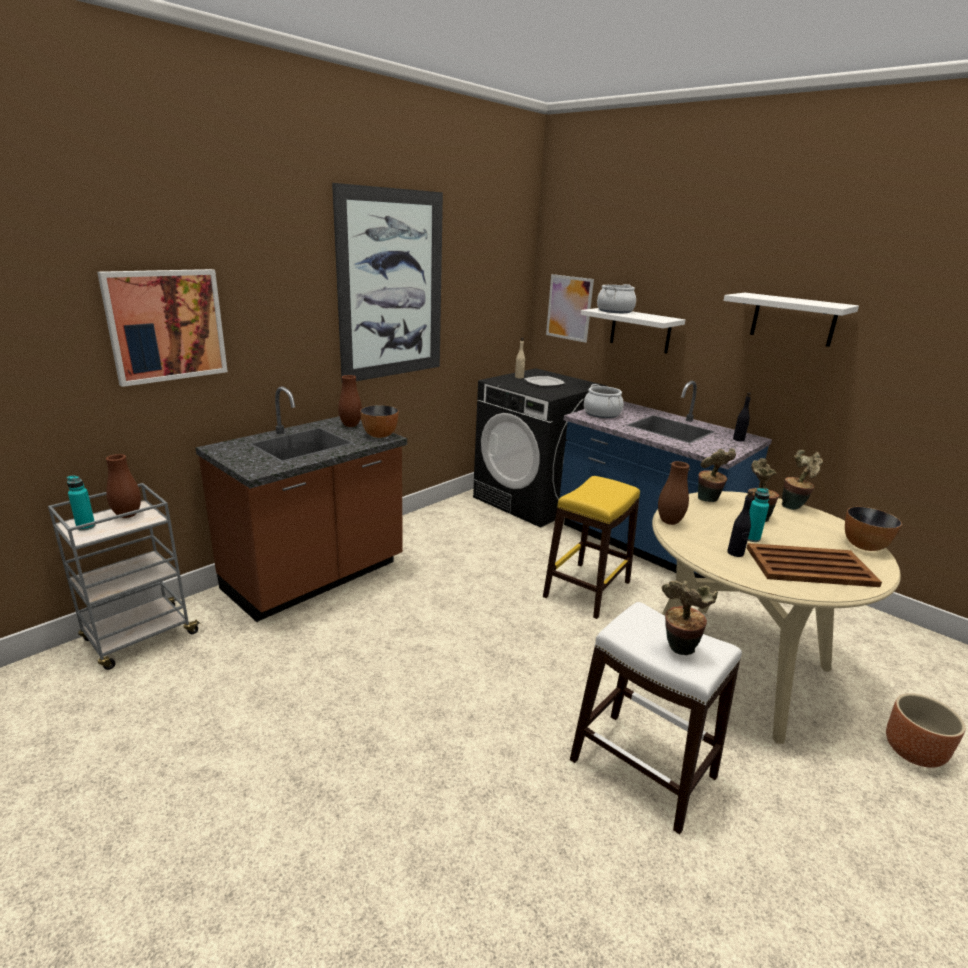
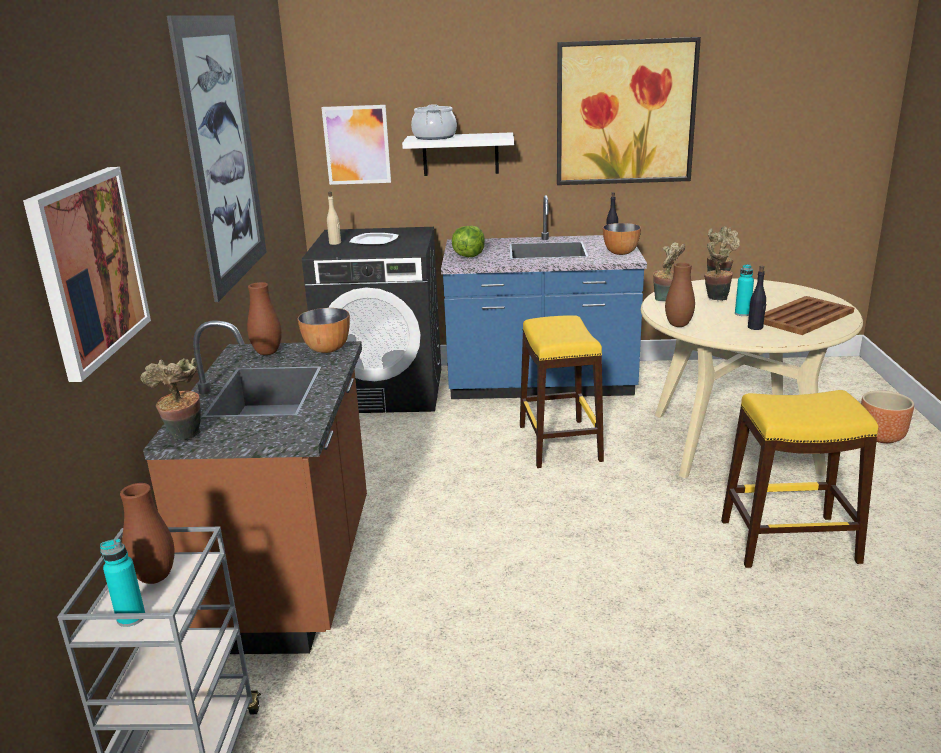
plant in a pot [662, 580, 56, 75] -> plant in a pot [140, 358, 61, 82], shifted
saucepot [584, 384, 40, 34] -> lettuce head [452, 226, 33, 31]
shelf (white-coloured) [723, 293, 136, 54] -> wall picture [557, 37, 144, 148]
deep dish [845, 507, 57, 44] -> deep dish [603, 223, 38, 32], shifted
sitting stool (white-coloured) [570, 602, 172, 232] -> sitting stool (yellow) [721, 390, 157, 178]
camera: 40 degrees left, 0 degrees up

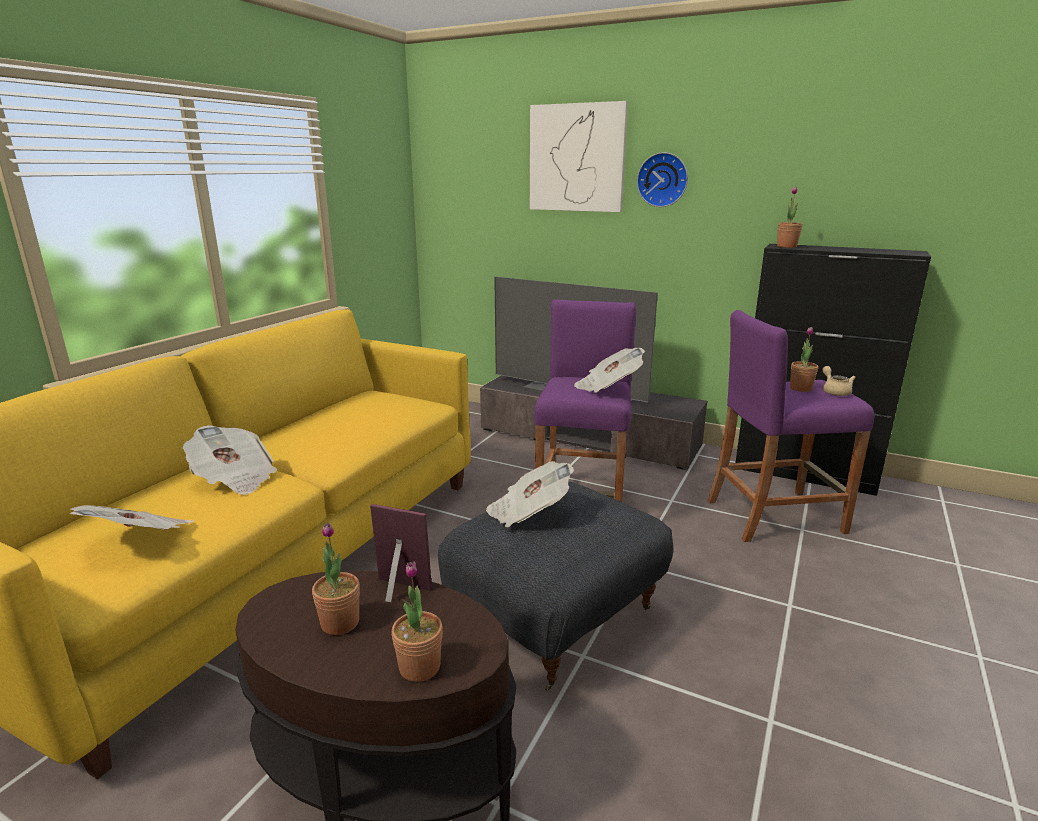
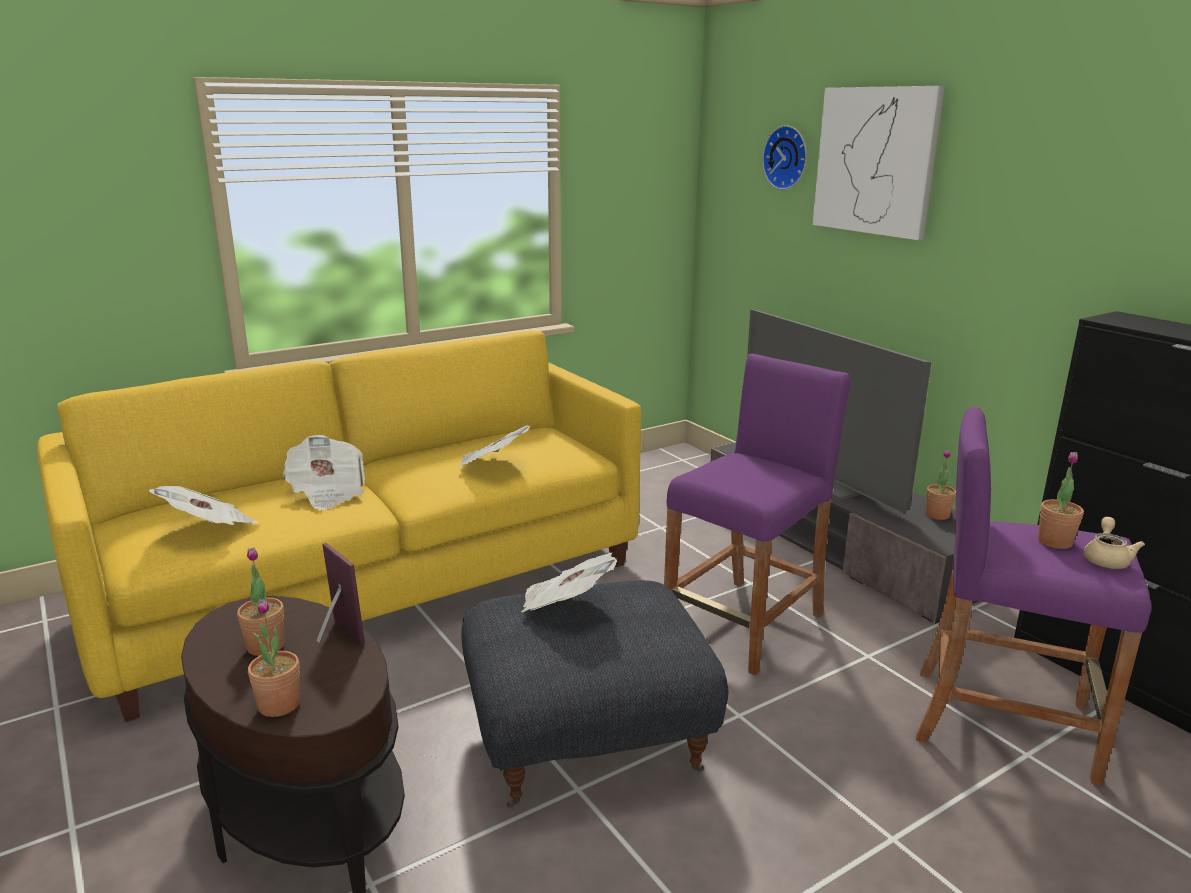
printed paper [574, 348, 71, 45] -> printed paper [457, 425, 73, 43], shifted
clock on the wall [637, 152, 51, 55] -> clock on the wall [762, 125, 45, 65], shifted
plant in a pot [777, 187, 26, 61] -> plant in a pot [926, 450, 30, 70], shifted
camera: 30 degrees right, 0 degrees up

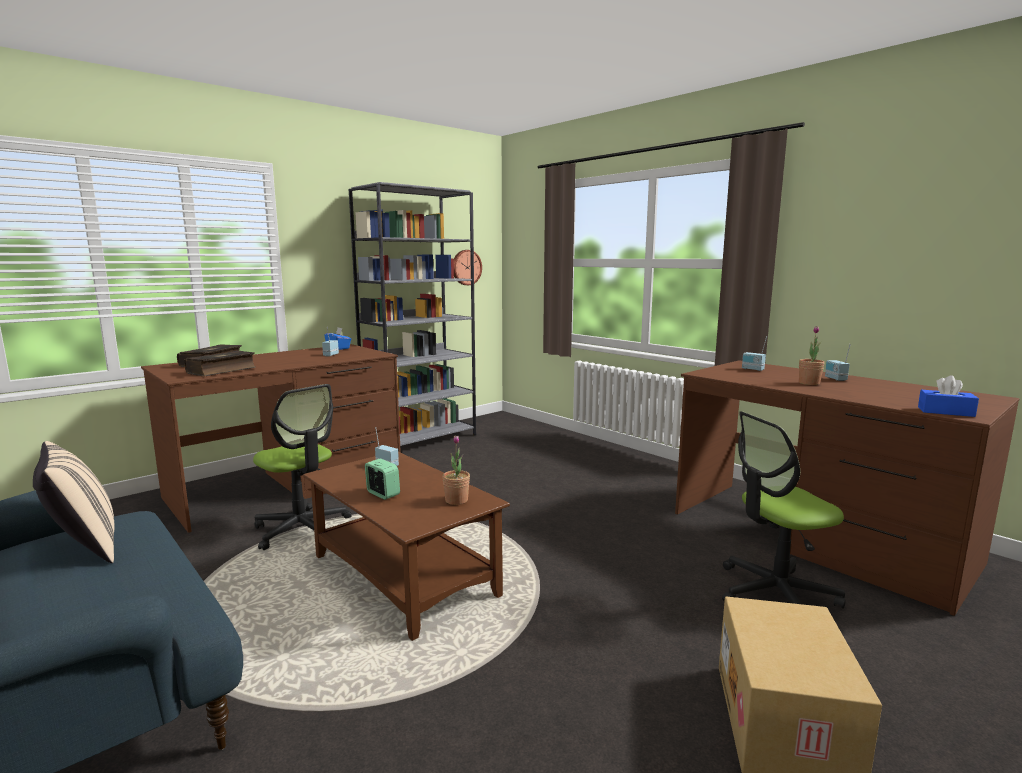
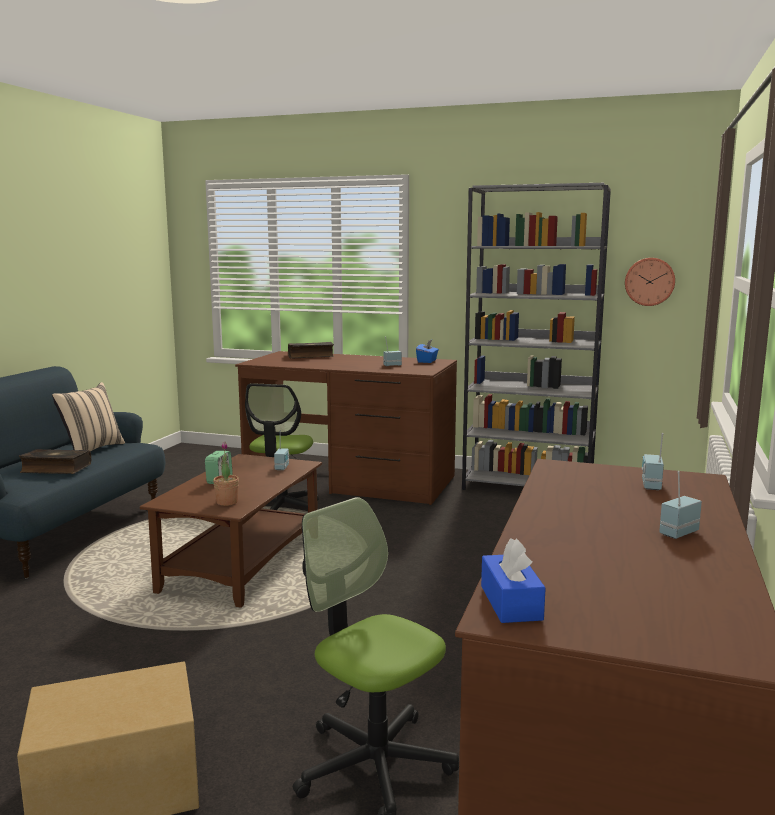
book [184, 351, 72, 25] -> book [19, 449, 72, 25], shifted
plant in a pot [799, 326, 26, 59] -> none
camera: 60 degrees right, 0 degrees up

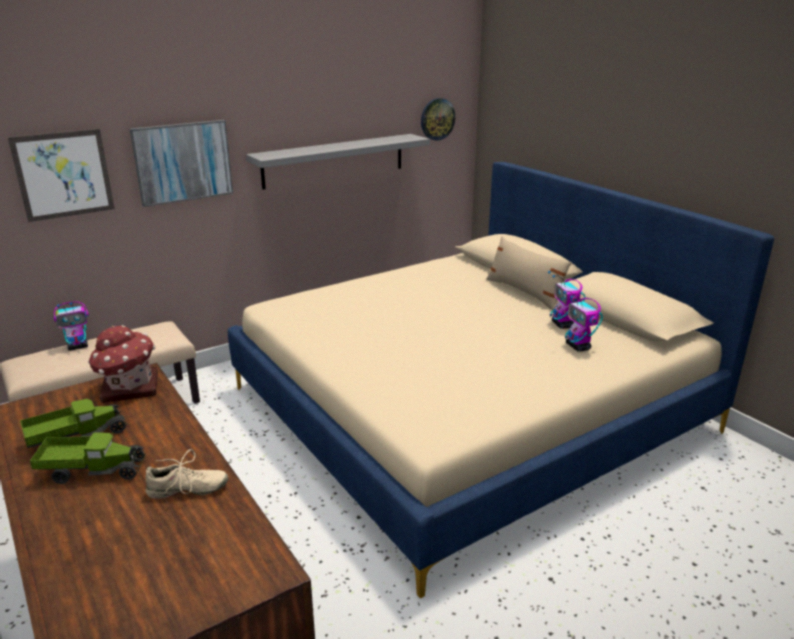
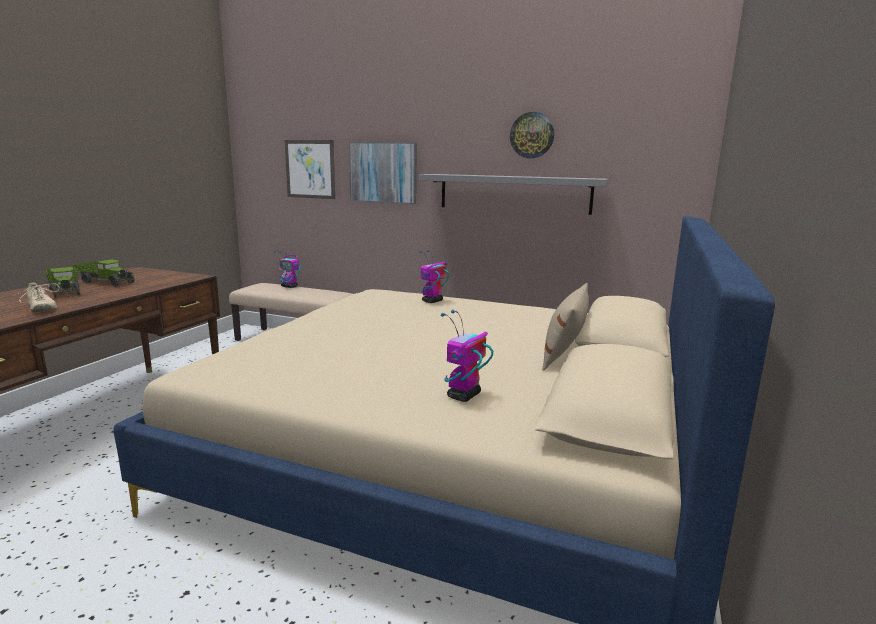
toy robot [548, 271, 38, 58] -> toy robot [419, 250, 30, 53], shifted
clock on the wall [421, 98, 34, 43] -> clock on the wall [510, 112, 44, 46], shifted
toy house [88, 325, 70, 78] -> none
camera: 55 degrees right, 10 degrees down

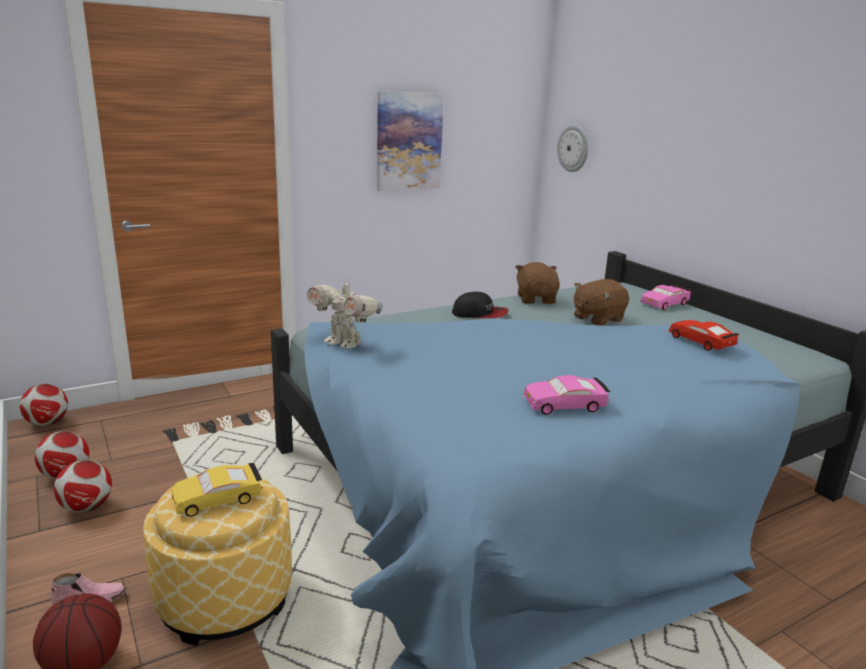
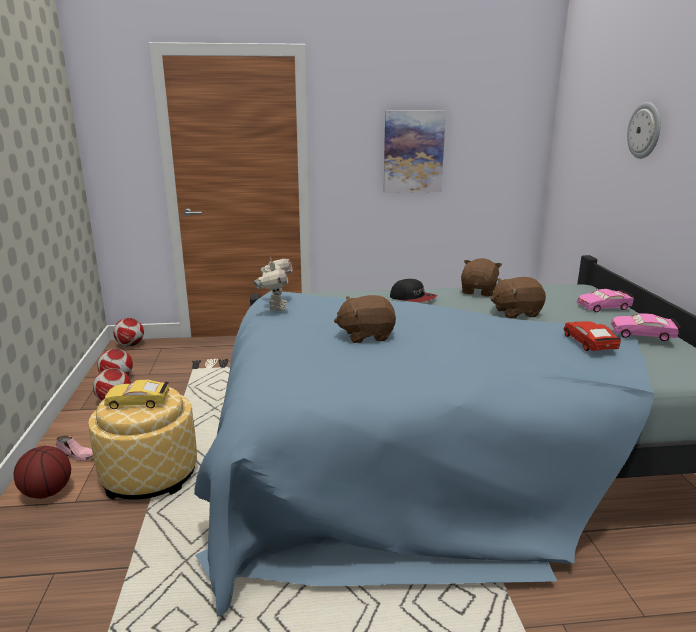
toy robot [307, 277, 76, 72] -> toy robot [254, 257, 39, 54], 150 degrees counterclockwise
none -> soft toy (brown-coloured) [334, 295, 62, 48]
model car (pinkish) [523, 375, 88, 40] -> model car (pinkish) [611, 313, 69, 28], shifted
clock on the wall [557, 125, 31, 47] -> clock on the wall [627, 102, 34, 57], shifted
camera: 25 degrees right, 0 degrees up

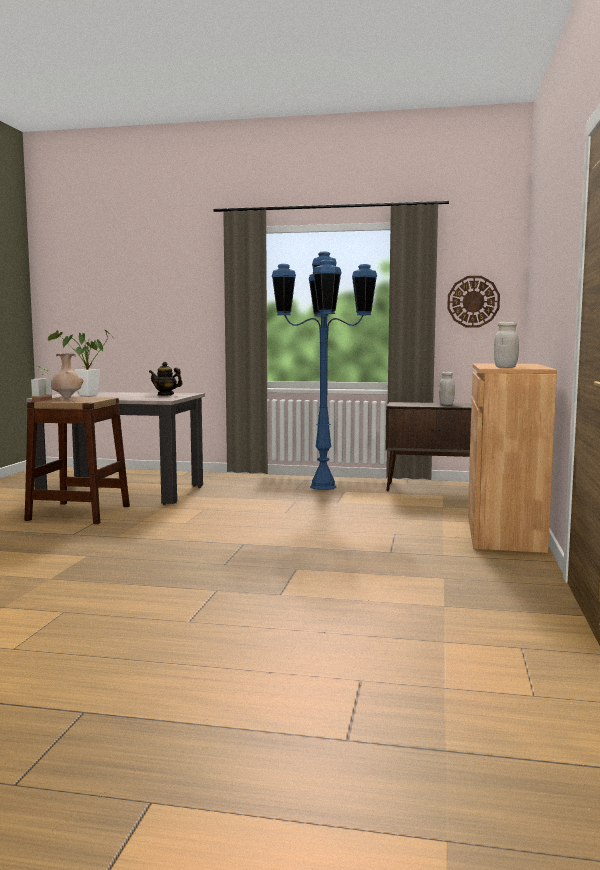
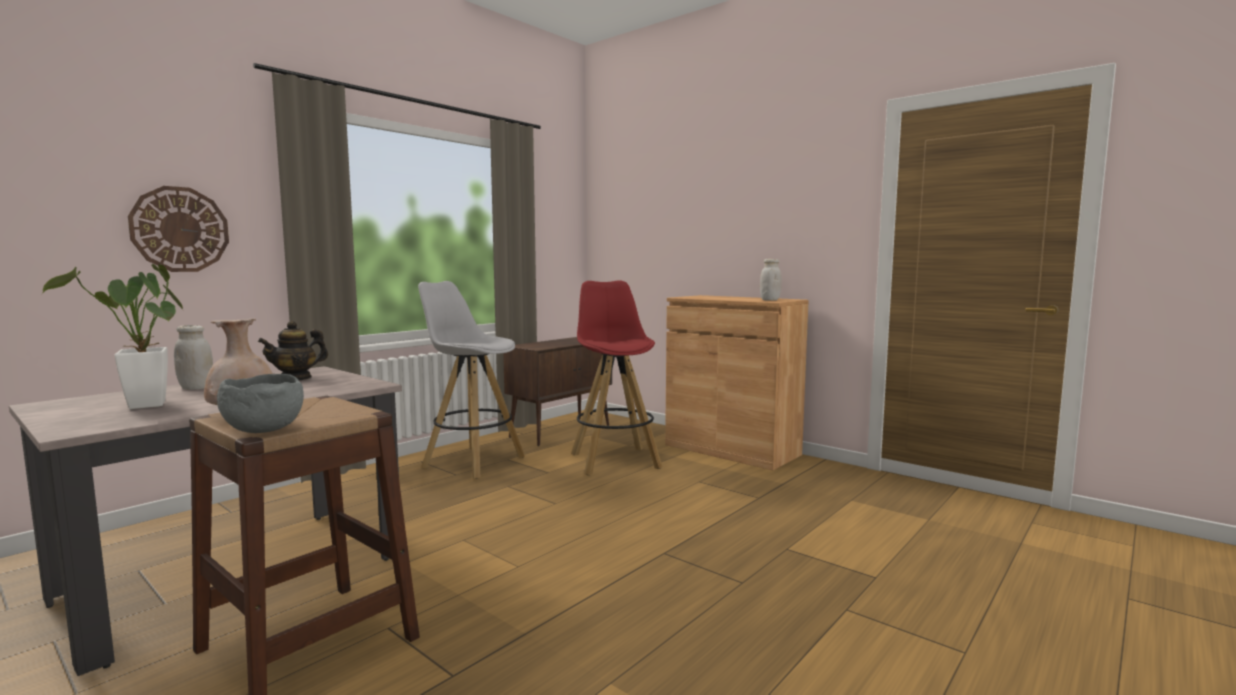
clock on the wall [447, 276, 53, 51] -> clock on the wall [128, 186, 101, 86], shifted
storage jar (white-coloured) [439, 372, 16, 33] -> storage jar (white-coloured) [174, 325, 39, 65], shifted
plant in a pot [31, 366, 21, 36] -> deep dish (grey) [217, 374, 87, 59]
standard lamp (blue-coloured) [272, 251, 105, 239] -> sitting stool (white-coloured) [418, 281, 107, 198]
none -> sitting stool (reddish) [571, 280, 92, 195]
camera: 60 degrees left, 0 degrees up

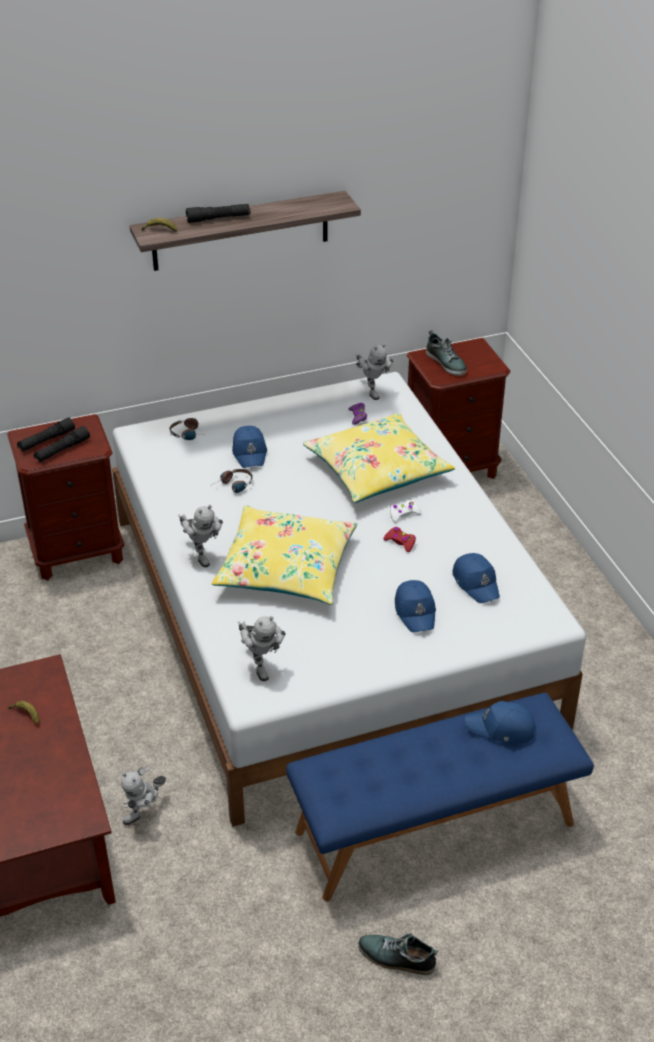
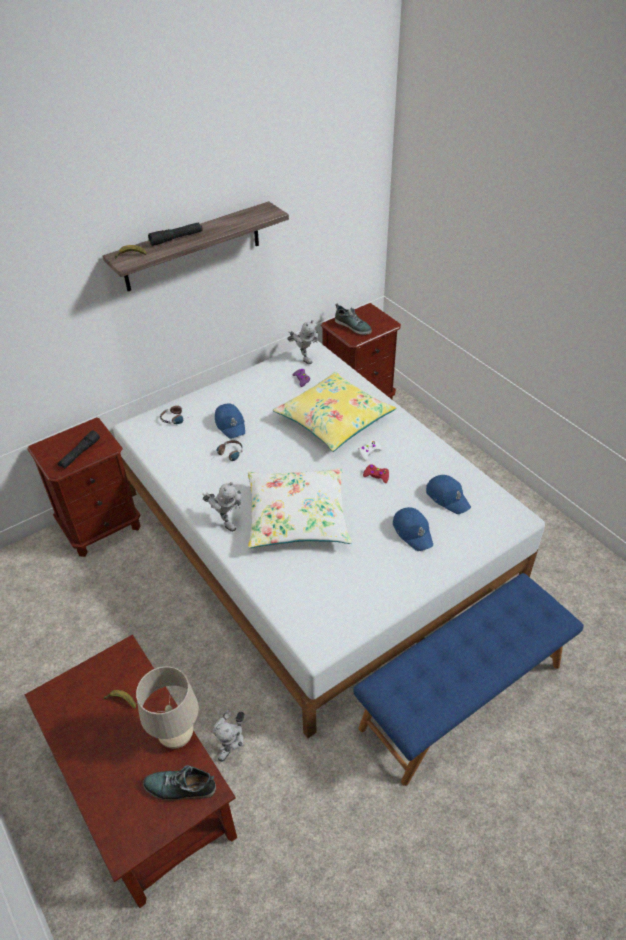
none -> lamp for a table (sand-coloured) [136, 666, 63, 83]
shoe [358, 933, 80, 42] -> shoe [143, 765, 73, 36], shifted
throw pillow (yellow) [212, 505, 145, 100] -> throw pillow (white-coloured) [248, 468, 104, 80]
torch (black) [17, 417, 58, 35] -> none
toy robot [238, 616, 48, 65] -> none
baseball cap (blue-coloured) [465, 701, 71, 42] -> none
camera: 15 degrees left, 5 degrees up

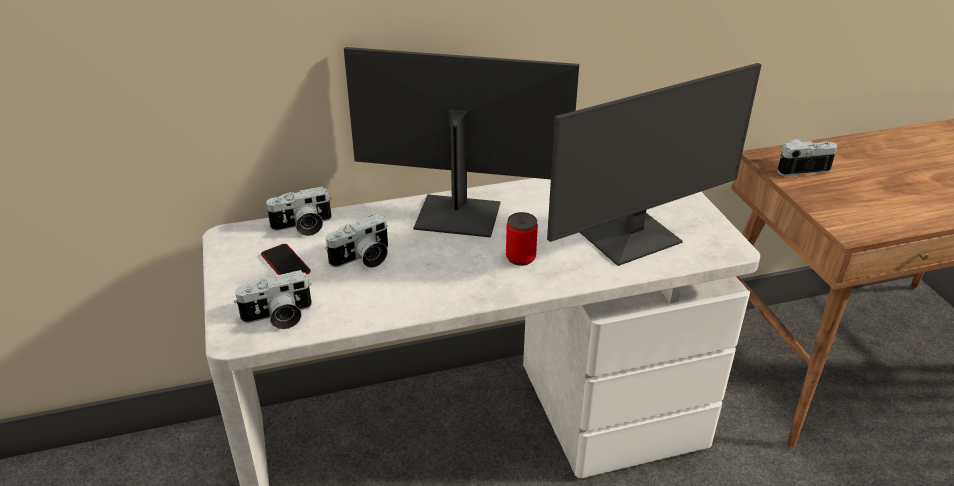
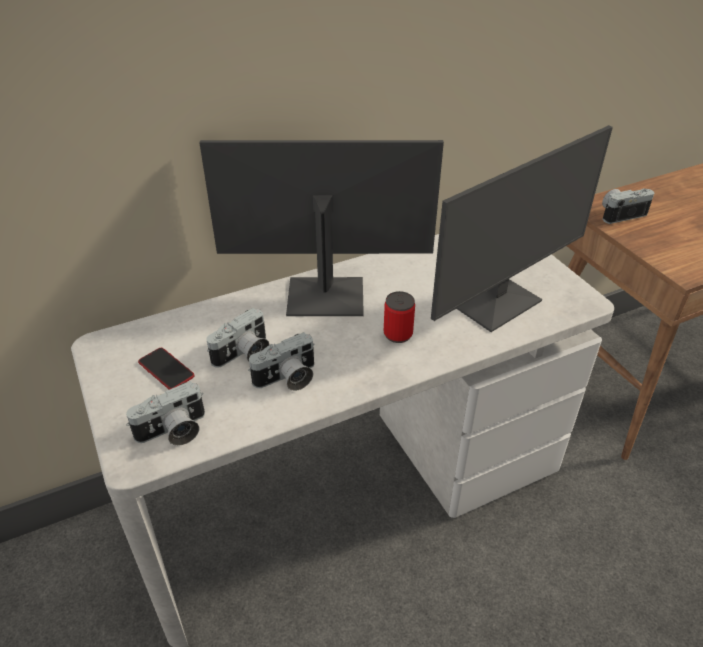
still camera [265, 186, 67, 50] -> still camera [248, 332, 67, 59], shifted
camera: 10 degrees left, 5 degrees up

